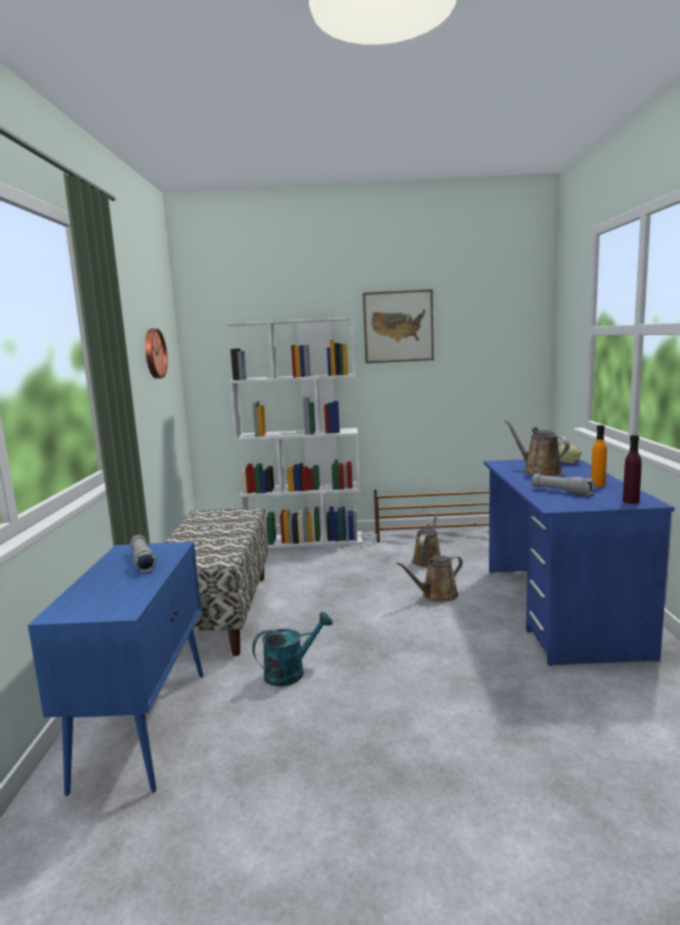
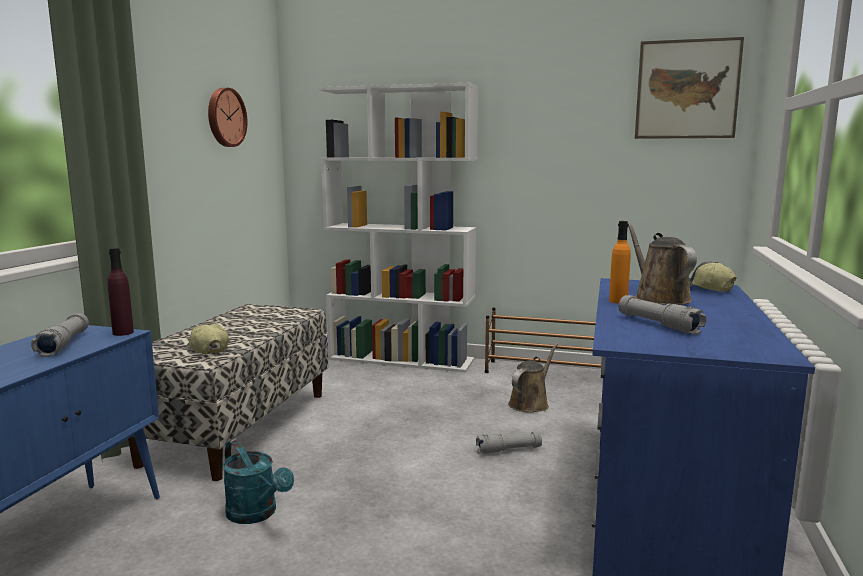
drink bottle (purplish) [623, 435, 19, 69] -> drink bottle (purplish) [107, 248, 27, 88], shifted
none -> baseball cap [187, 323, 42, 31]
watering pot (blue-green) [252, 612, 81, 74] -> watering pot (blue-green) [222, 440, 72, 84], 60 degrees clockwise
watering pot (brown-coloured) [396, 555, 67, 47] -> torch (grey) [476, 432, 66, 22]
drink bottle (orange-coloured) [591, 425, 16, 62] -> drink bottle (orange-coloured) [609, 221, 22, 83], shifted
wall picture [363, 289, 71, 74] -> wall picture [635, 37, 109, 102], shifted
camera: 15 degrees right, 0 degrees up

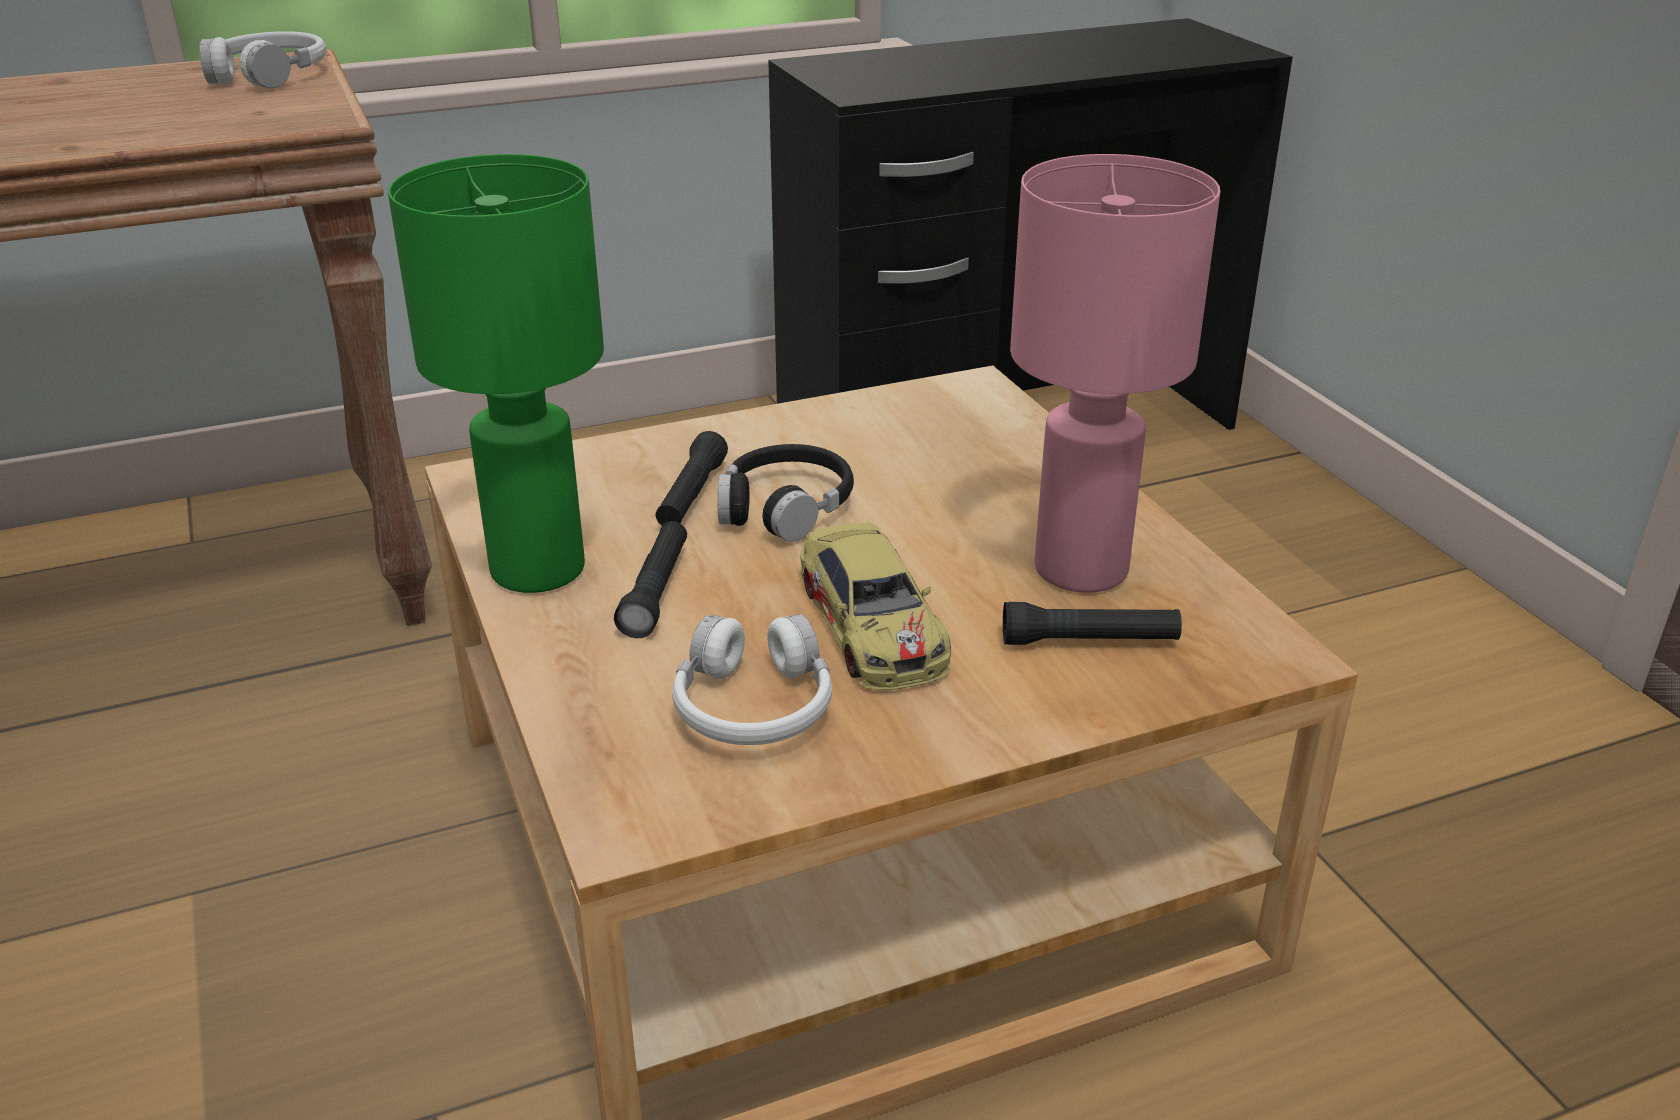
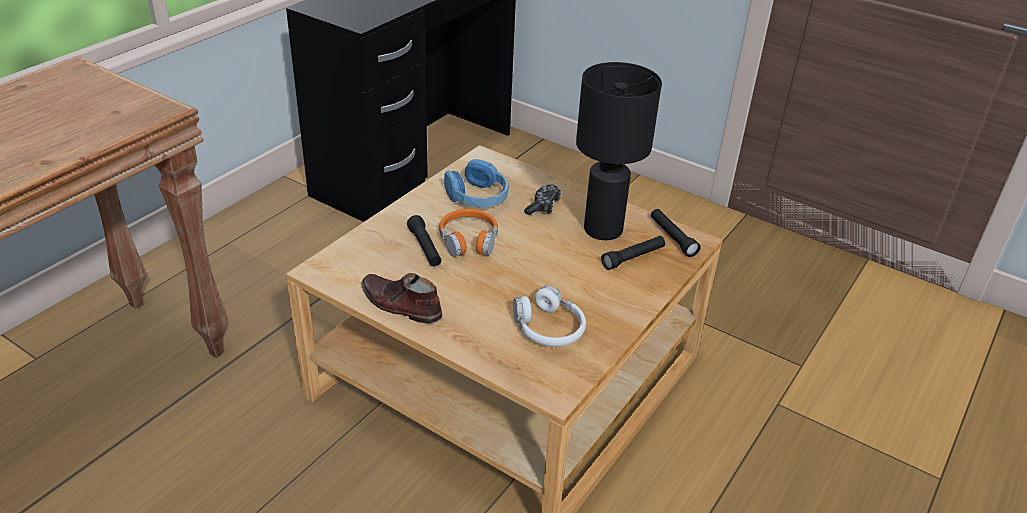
lamp for a table (greenish) [388, 154, 216, 439] -> shoe (brown-coloured) [361, 273, 81, 51]
headphones (black) [717, 444, 137, 98] -> headphones (orange-coloured) [439, 209, 59, 48]
none -> headphones (blue-coloured) [444, 159, 65, 49]
none -> joypad [524, 185, 37, 30]
lamp for a table (pinkish) [1010, 154, 211, 439] -> lamp for a table (black) [576, 62, 86, 178]
torch (black) [614, 521, 73, 117] -> torch (black) [651, 209, 49, 48], shifted
headphones (white-coloured) [199, 31, 127, 57] -> none
model car [801, 523, 150, 167] -> none
camera: 35 degrees left, 5 degrees up

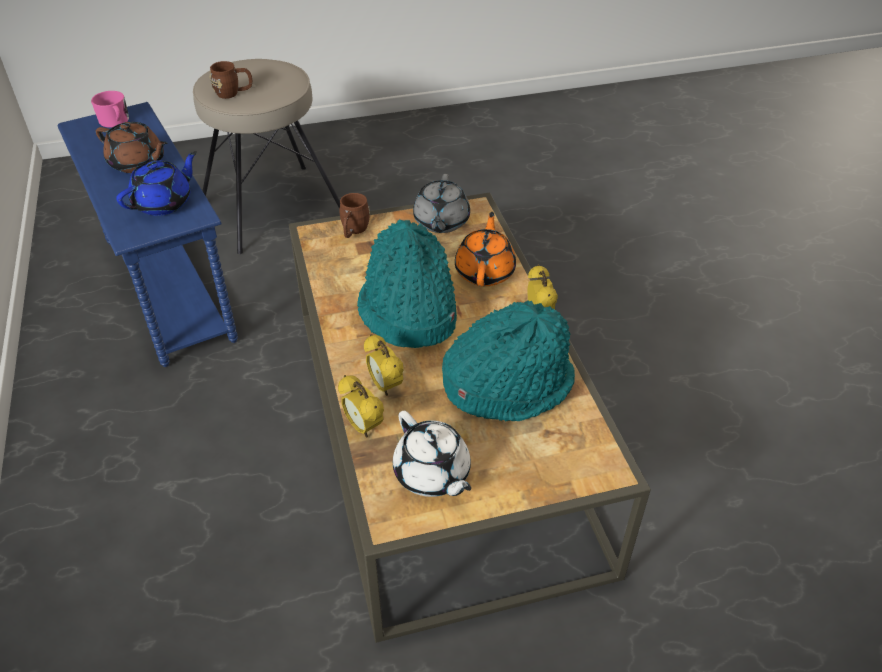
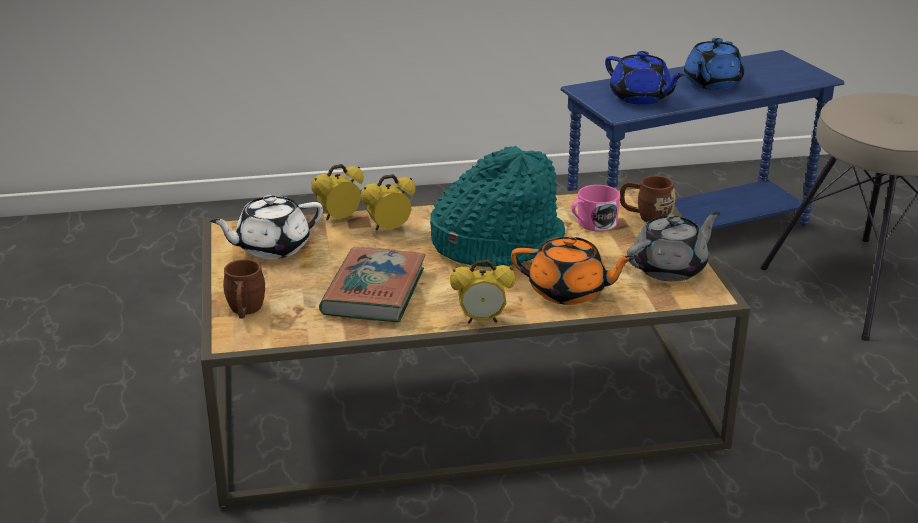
tea mug (brown-coloured) [210, 61, 42, 38] -> tea mug (brown-coloured) [223, 259, 42, 60], shifted
hat (blue-green) [442, 300, 133, 121] -> book [319, 247, 107, 75]
tea mug (pinkish) [91, 91, 38, 36] -> tea mug (pinkish) [571, 185, 49, 47], shifted
pot for tea (grey) [413, 174, 57, 59] -> pot for tea (grey) [627, 212, 93, 70], 135 degrees clockwise
pot for tea (brown-coloured) [96, 122, 71, 51] -> pot for tea (blue-coloured) [684, 38, 60, 52]
camera: 95 degrees right, 15 degrees down

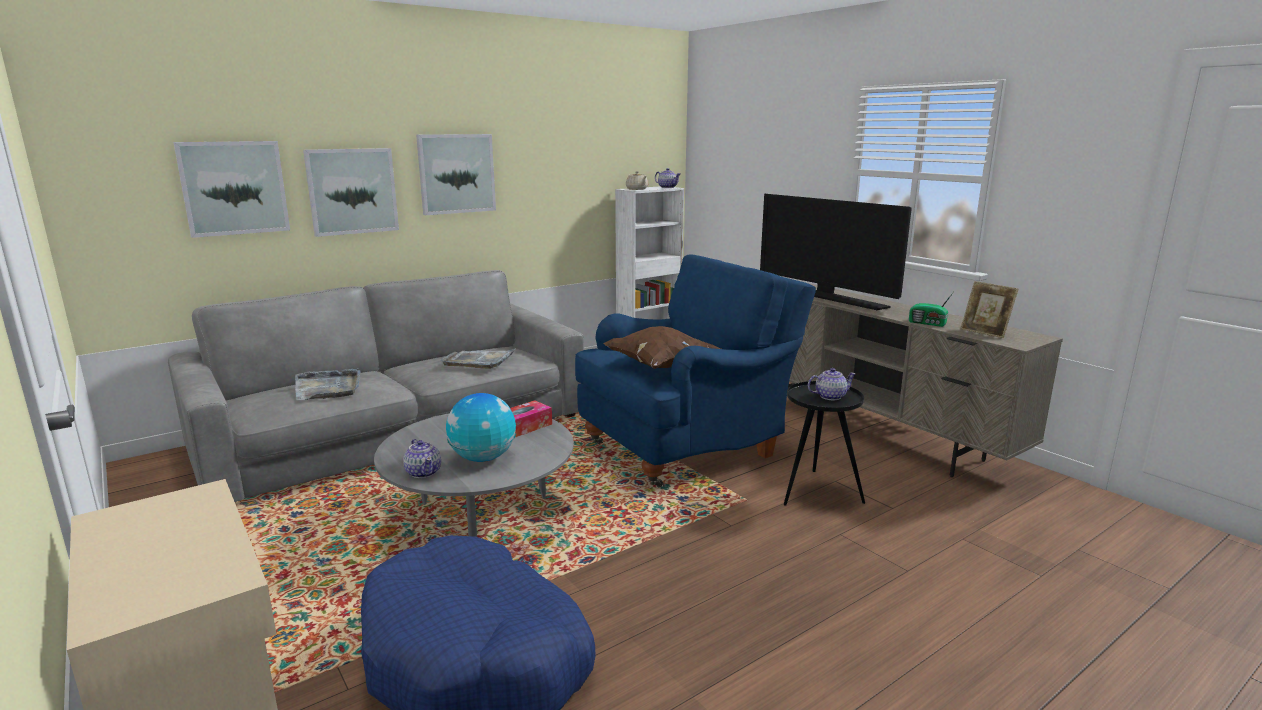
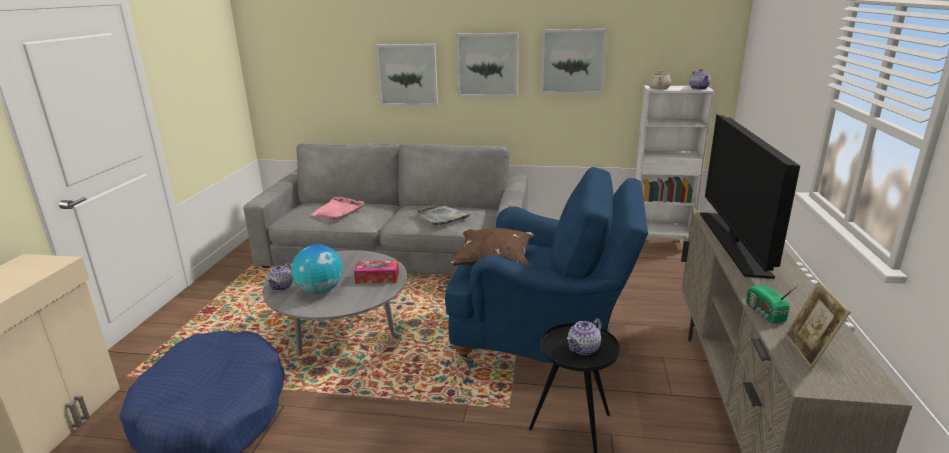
tray (grey) [295, 368, 66, 32] -> tray (pinkish) [310, 197, 55, 23]
wall picture [173, 141, 117, 97] -> wall picture [541, 29, 66, 66], shifted
pot for tea [808, 368, 48, 32] -> pot for tea [567, 319, 35, 36], 105 degrees clockwise
camera: 45 degrees right, 5 degrees up

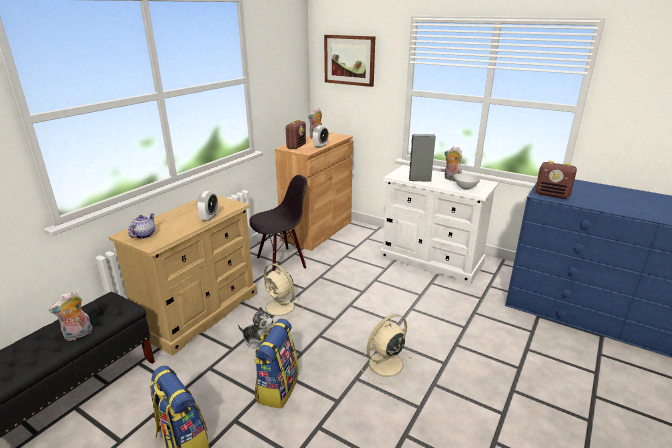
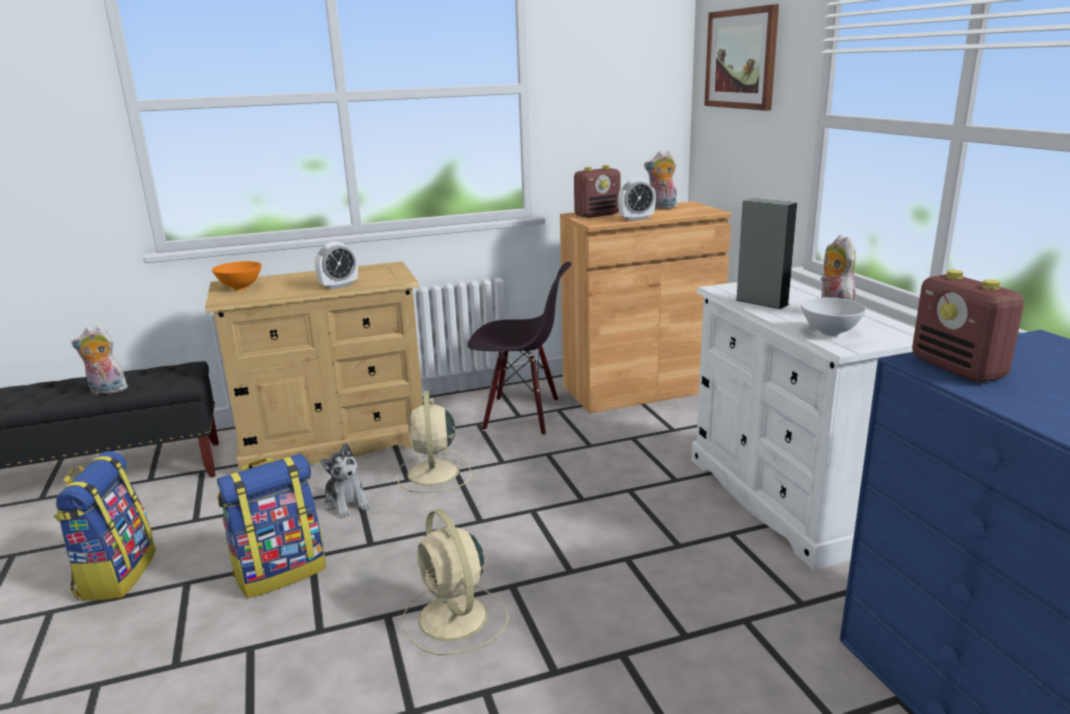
pot for tea [128, 213, 27, 26] -> deep dish (orange-coloured) [212, 261, 49, 29]
electric fan (sand-coloured) [360, 314, 52, 71] -> electric fan (sand-coloured) [403, 509, 106, 146], 120 degrees counterclockwise
camera: 40 degrees right, 5 degrees down

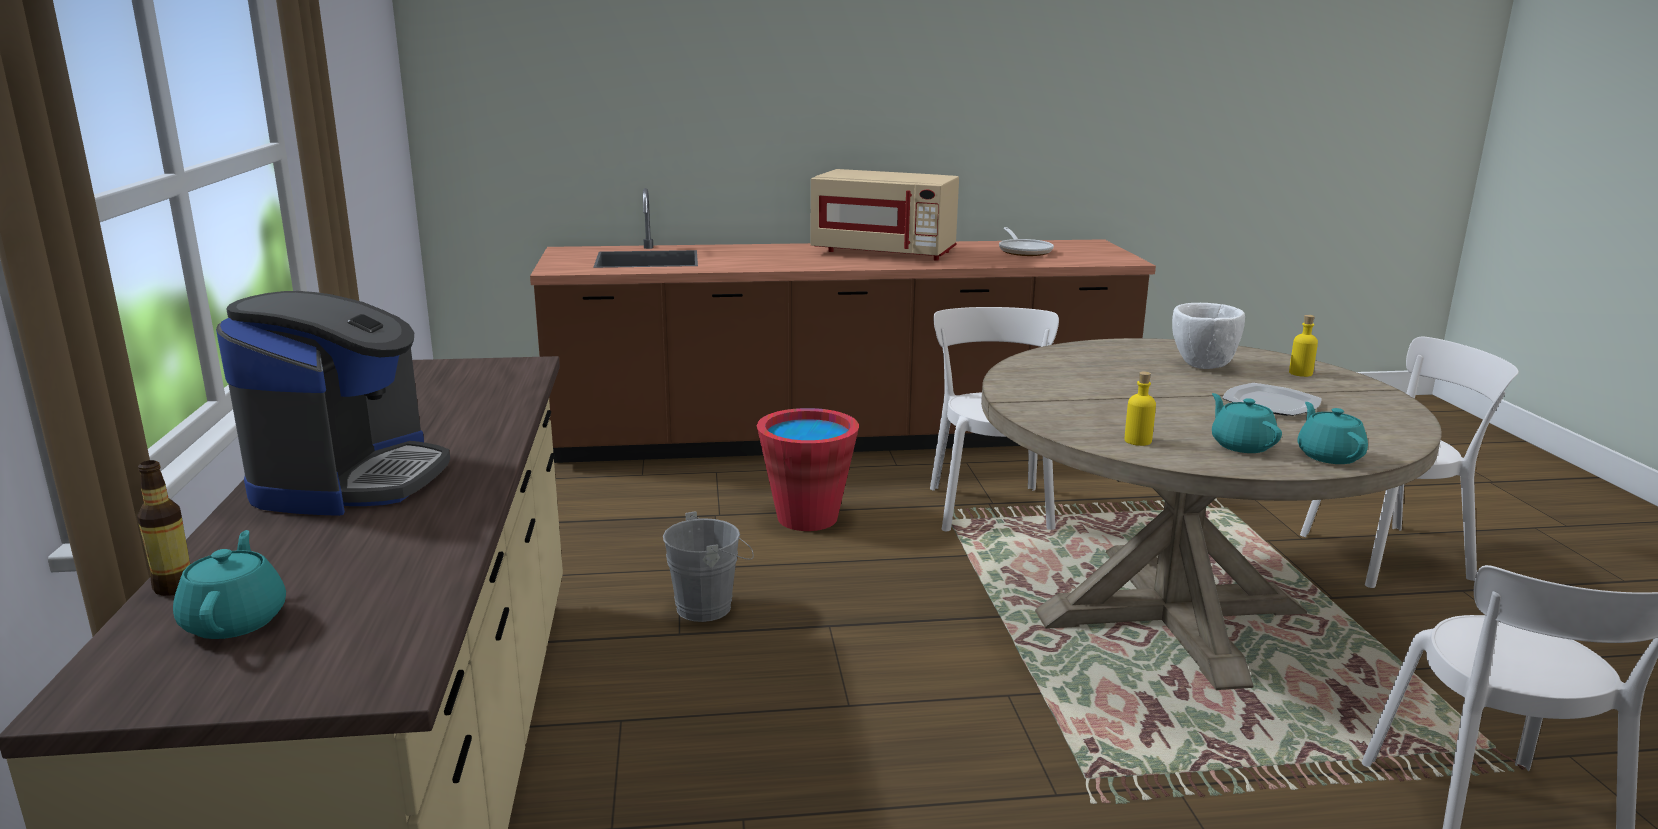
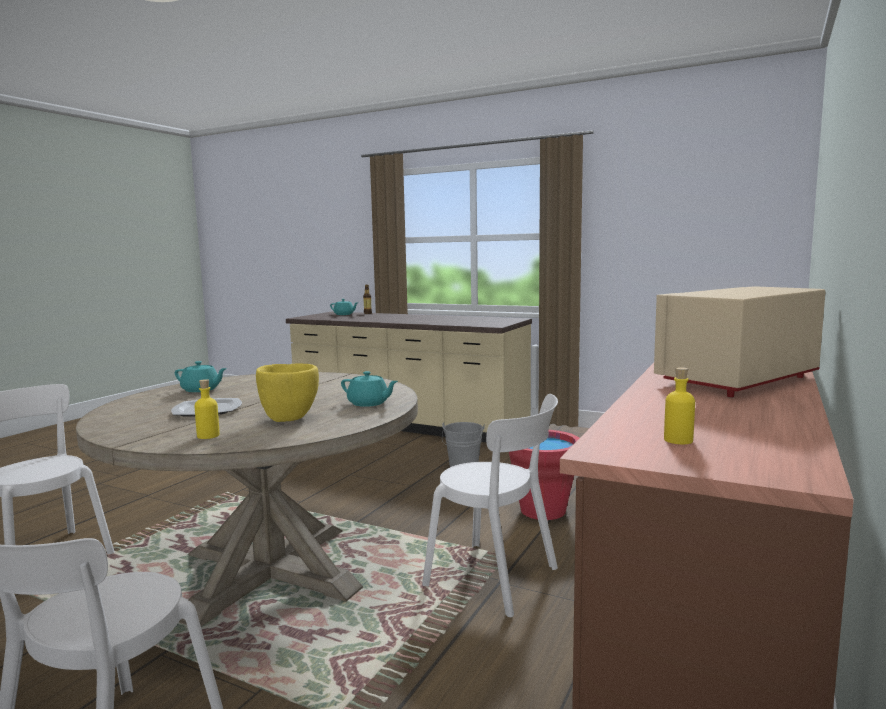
deep dish (white-coloured) [1172, 303, 73, 66] -> deep dish (yellow) [256, 364, 63, 58]
pot for tea (blue-green) [1297, 402, 71, 62] -> pot for tea (blue-green) [341, 371, 57, 36], shifted
drink bottle (yellow) [1125, 371, 31, 75] -> drink bottle (yellow) [664, 367, 31, 77], shifted
coffee maker [216, 291, 234, 225] -> none
skillet [999, 227, 55, 29] -> none
camera: 125 degrees right, 10 degrees down

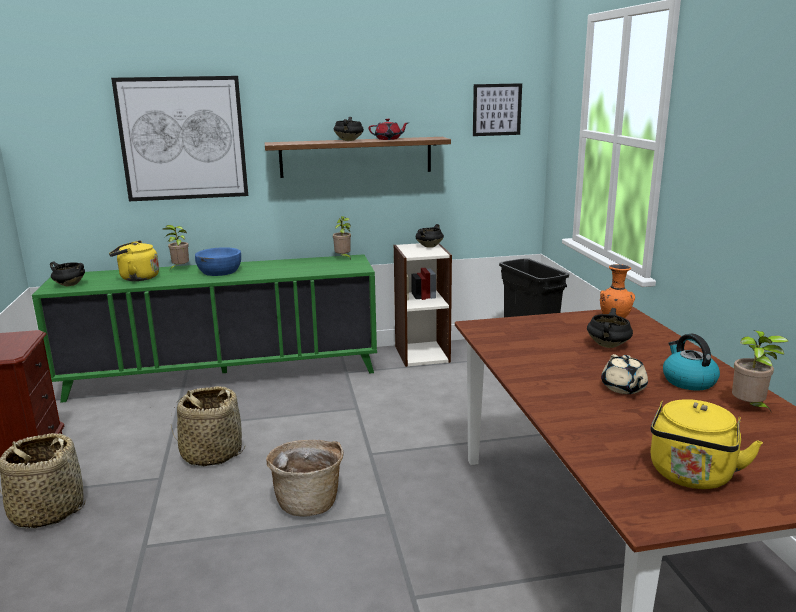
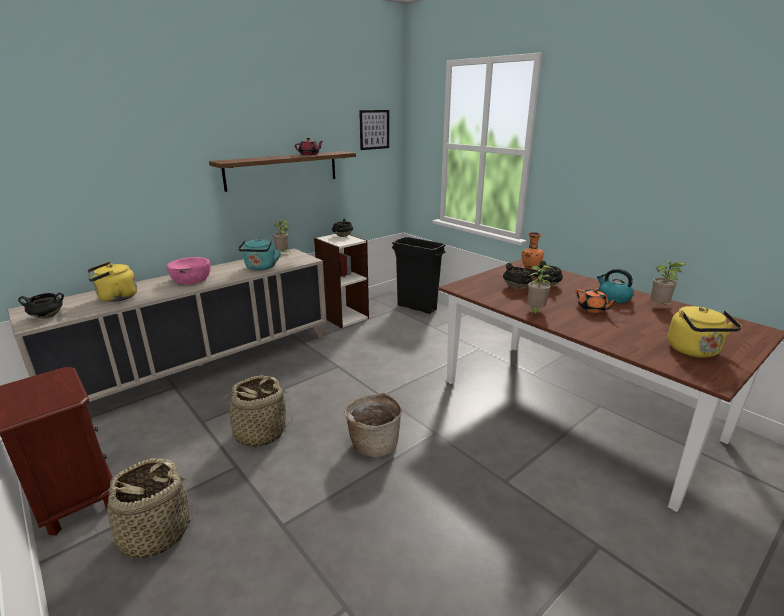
storage cabinet (greenish) [32, 254, 345, 149] -> storage cabinet (sand-coloured) [7, 248, 320, 155]
deep dish (blue-coloured) [195, 247, 46, 29] -> deep dish (pinkish) [167, 257, 44, 28]
none -> kettle (blue-green) [238, 238, 43, 33]
saucepot (black) [334, 117, 30, 24] -> saucepot (black) [503, 263, 29, 26], shifted
plant in a pot [163, 225, 26, 44] -> plant in a pot [527, 265, 25, 50], shifted
pot for tea (sand-coloured) [601, 354, 47, 40] -> pot for tea (orange-coloured) [575, 288, 42, 25]
wall picture [111, 76, 137, 125] -> none
camera: 30 degrees left, 5 degrees up

